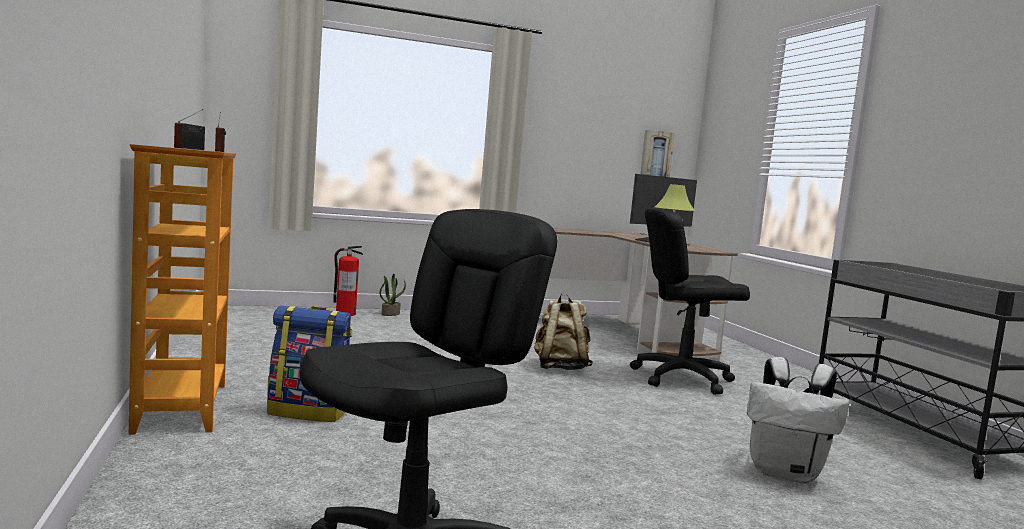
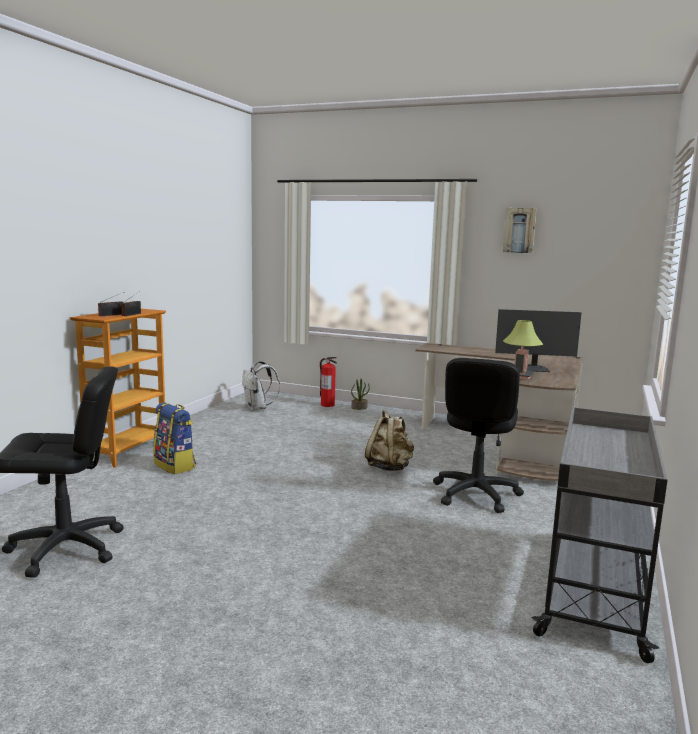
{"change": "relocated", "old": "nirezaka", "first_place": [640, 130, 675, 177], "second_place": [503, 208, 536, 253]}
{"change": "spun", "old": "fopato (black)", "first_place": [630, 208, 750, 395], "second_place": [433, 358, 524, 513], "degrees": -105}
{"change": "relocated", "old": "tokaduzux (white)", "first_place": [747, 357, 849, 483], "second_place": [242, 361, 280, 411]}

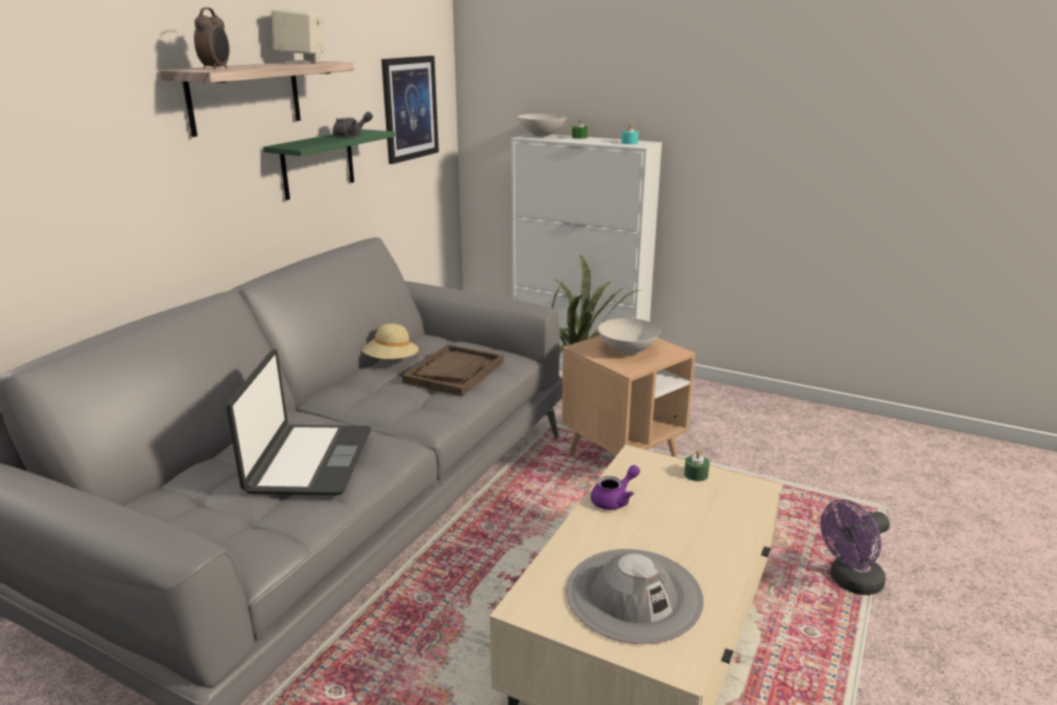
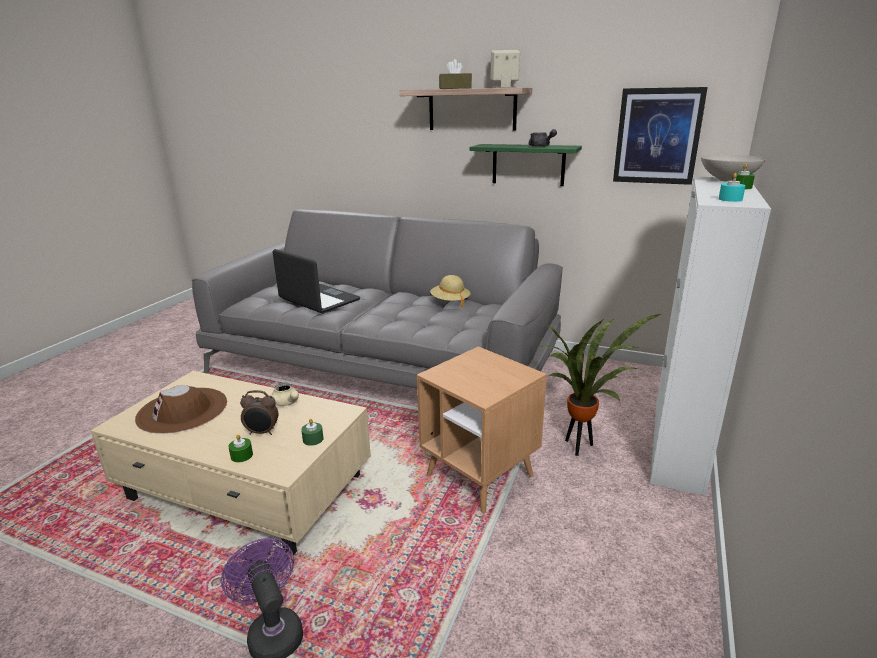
{"change": "relocated", "old": "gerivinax", "first_place": [194, 8, 229, 70], "second_place": [240, 390, 278, 435]}
{"change": "missing", "old": "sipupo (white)", "first_place": [598, 318, 660, 355]}
{"change": "missing", "old": "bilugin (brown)", "first_place": [402, 344, 504, 396]}
{"change": "spun", "old": "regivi", "first_place": [226, 349, 371, 495], "second_place": [273, 249, 360, 313], "degrees": -135}
{"change": "colour", "old": "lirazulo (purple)", "new": "lirazulo (beige)", "first_place": [591, 465, 640, 510], "second_place": [267, 383, 299, 406]}
{"change": "colour", "old": "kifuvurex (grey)", "new": "kifuvurex (brown)", "first_place": [566, 549, 704, 644], "second_place": [135, 385, 227, 434]}
{"change": "appeared", "new": "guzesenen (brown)", "second_place": [439, 59, 472, 89]}
{"change": "appeared", "new": "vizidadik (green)", "second_place": [228, 434, 253, 462]}

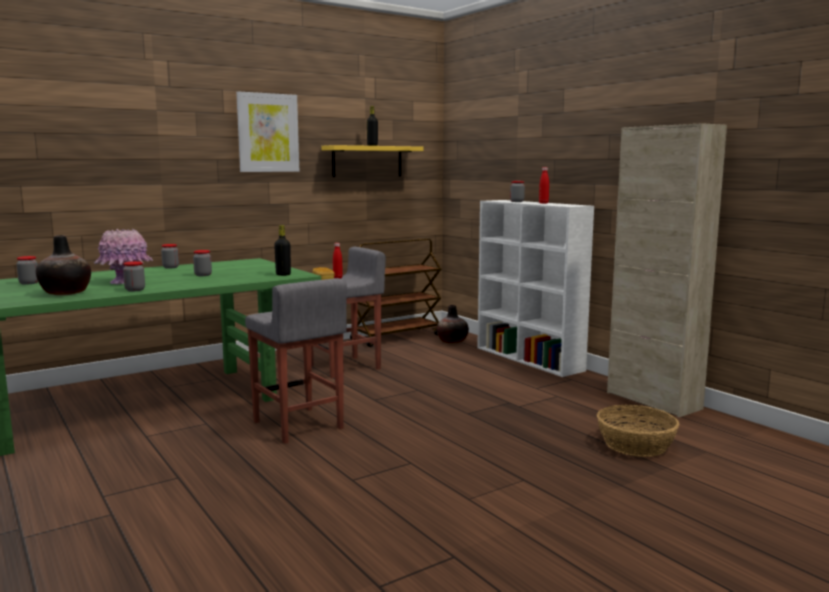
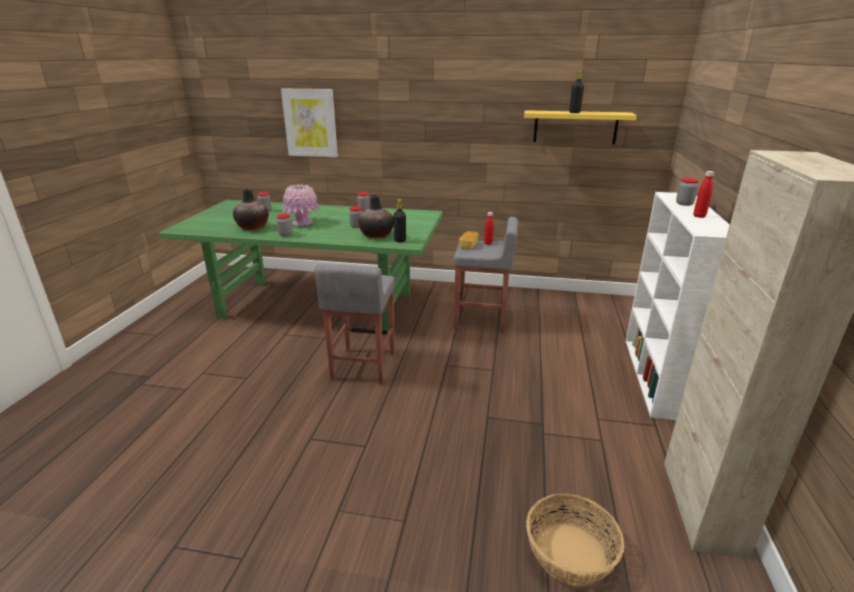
{"change": "relocated", "old": "nirezaka", "first_place": [236, 91, 299, 172], "second_place": [281, 89, 338, 157]}
{"change": "missing", "old": "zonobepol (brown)", "first_place": [350, 238, 441, 347]}
{"change": "relocated", "old": "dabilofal", "first_place": [437, 305, 469, 343], "second_place": [358, 195, 394, 239]}

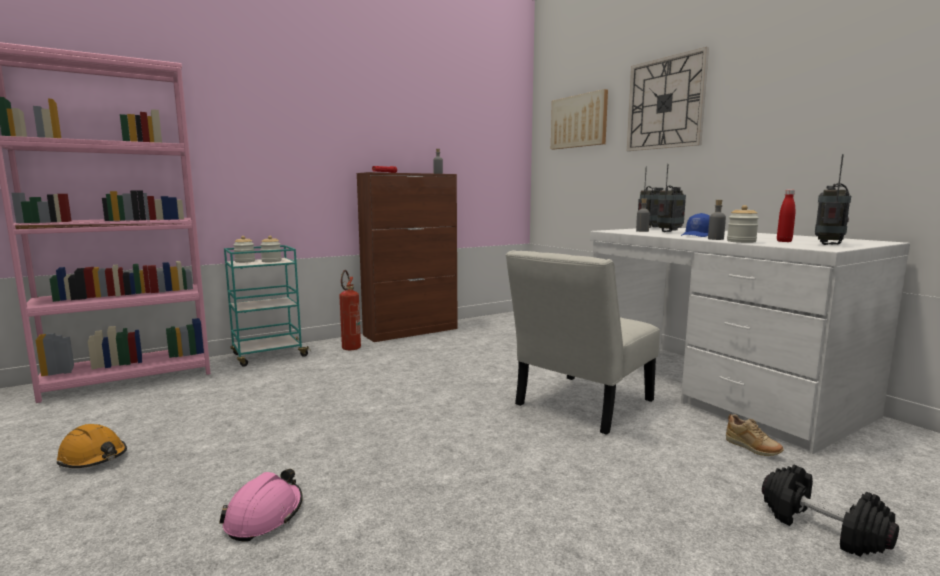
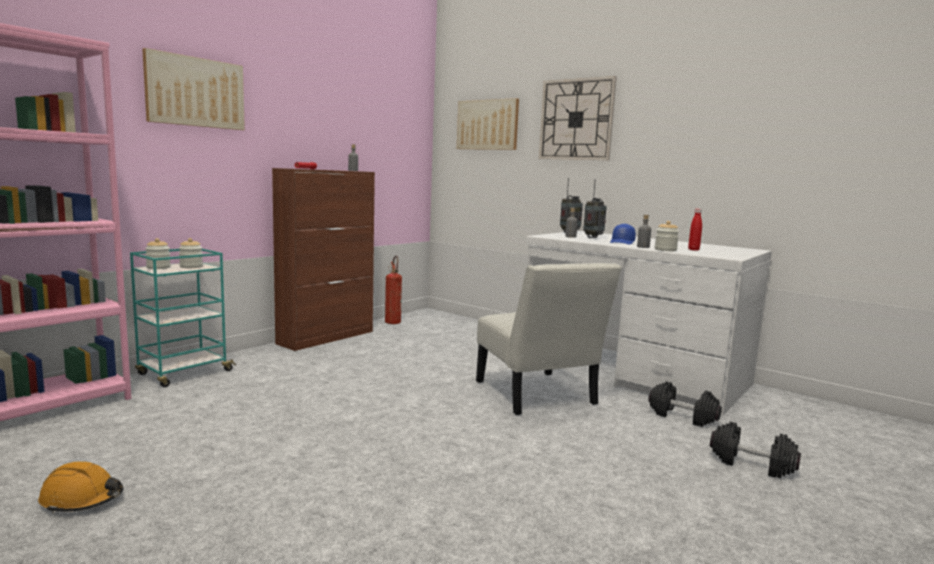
{"change": "missing", "old": "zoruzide", "first_place": [815, 154, 851, 245]}
{"change": "spun", "old": "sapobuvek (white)", "first_place": [506, 250, 660, 435], "second_place": [476, 263, 622, 415], "degrees": -45}
{"change": "relocated", "old": "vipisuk", "first_place": [339, 270, 361, 350], "second_place": [385, 256, 402, 324]}
{"change": "exchanged", "old": "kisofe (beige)", "new": "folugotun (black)", "first_place": [726, 414, 784, 456], "second_place": [649, 381, 722, 427]}
{"change": "missing", "old": "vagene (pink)", "first_place": [219, 469, 303, 542]}
{"change": "appeared", "new": "nirezaka", "second_place": [142, 48, 245, 130]}

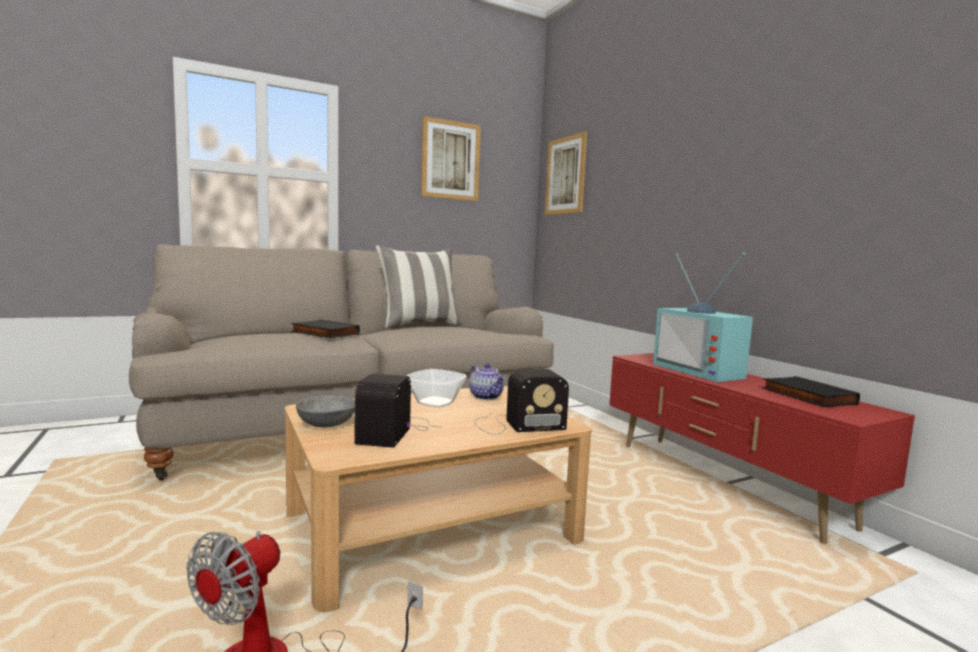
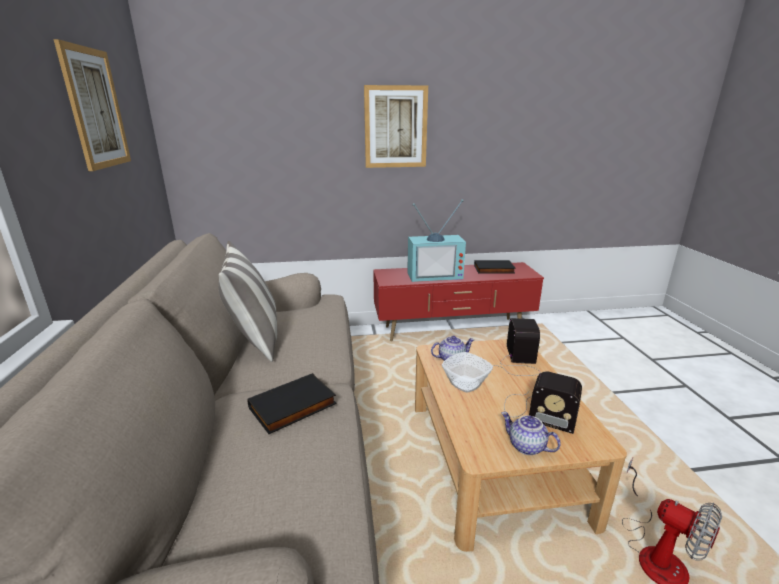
{"change": "relocated", "old": "nirezaka", "first_place": [545, 131, 587, 215], "second_place": [364, 85, 428, 168]}
{"change": "exchanged", "old": "sipupo (grey)", "new": "lirazulo", "first_place": [296, 395, 355, 427], "second_place": [501, 412, 561, 455]}

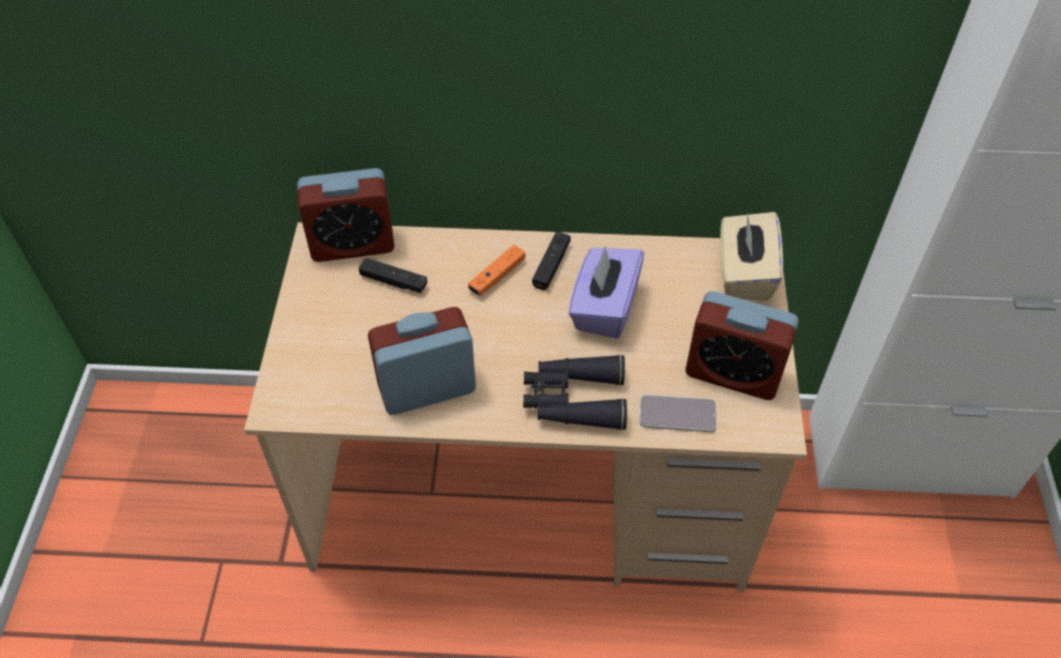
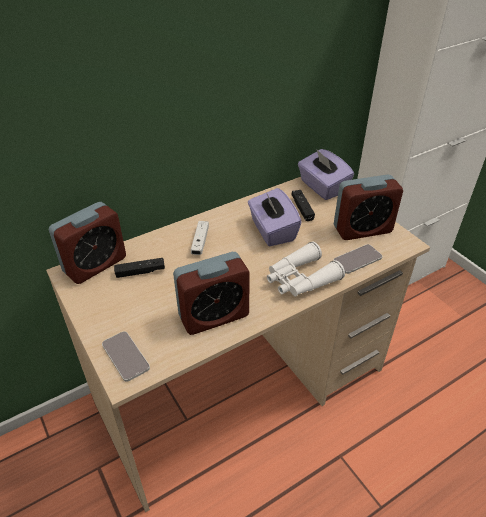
{"change": "colour", "old": "guzesenen (beige)", "new": "guzesenen (purple)", "first_place": [720, 212, 783, 301], "second_place": [298, 149, 354, 200]}
{"change": "relocated", "old": "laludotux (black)", "first_place": [532, 232, 571, 290], "second_place": [292, 190, 315, 221]}
{"change": "colour", "old": "laludotux (orange)", "new": "laludotux (white)", "first_place": [468, 245, 525, 296], "second_place": [191, 221, 209, 255]}
{"change": "spun", "old": "gerivinax", "first_place": [368, 307, 476, 415], "second_place": [173, 252, 250, 335], "degrees": -150}
{"change": "colour", "old": "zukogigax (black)", "new": "zukogigax (white)", "first_place": [523, 354, 627, 430], "second_place": [267, 242, 345, 297]}
{"change": "appeared", "new": "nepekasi", "second_place": [102, 331, 150, 382]}

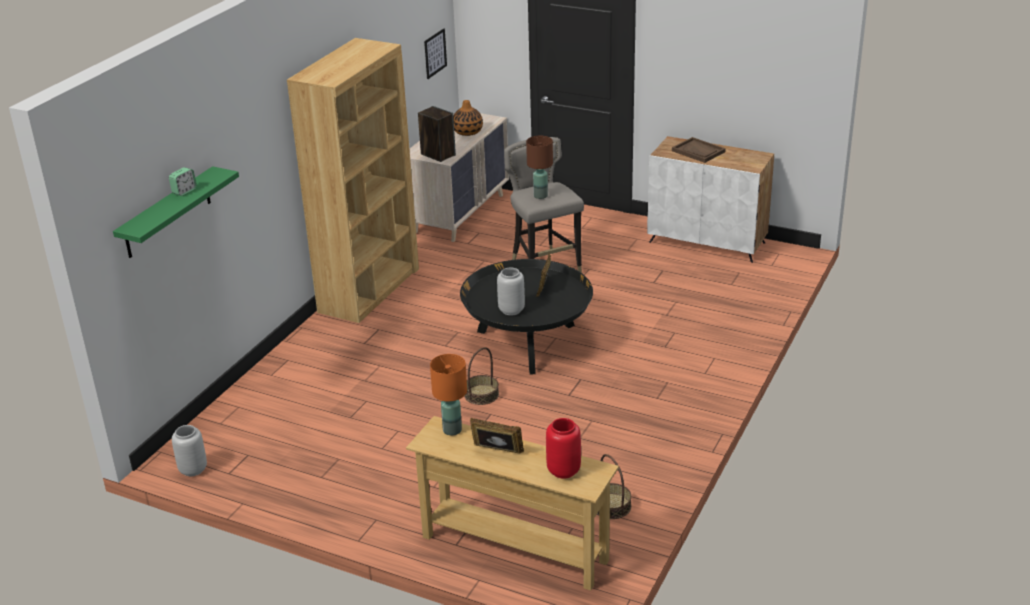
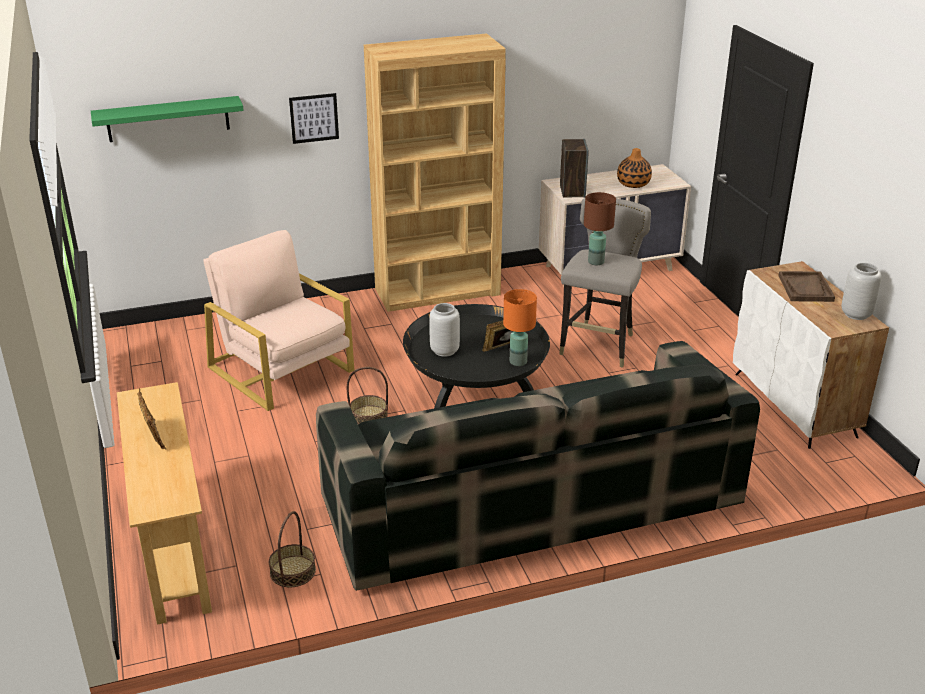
{"change": "relocated", "old": "nirezaka", "first_place": [424, 28, 447, 79], "second_place": [289, 93, 339, 144]}
{"change": "missing", "old": "gerivinax", "first_place": [169, 167, 197, 196]}
{"change": "relocated", "old": "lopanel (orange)", "first_place": [430, 354, 467, 435], "second_place": [503, 289, 537, 366]}
{"change": "missing", "old": "dabilofal (red)", "first_place": [546, 418, 581, 479]}
{"change": "relocated", "old": "dabilofal (grey)", "first_place": [172, 425, 207, 476], "second_place": [841, 263, 882, 320]}
{"change": "appeared", "new": "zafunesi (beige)", "second_place": [203, 230, 354, 411]}
{"change": "appeared", "new": "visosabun", "second_place": [316, 341, 760, 591]}

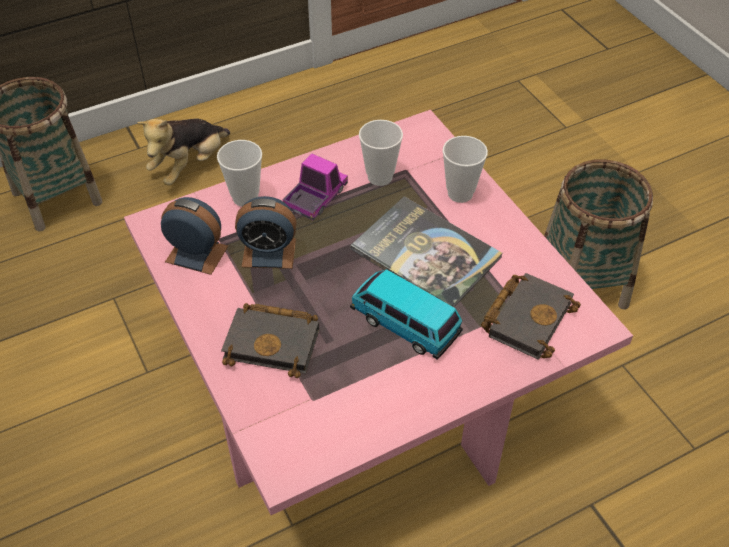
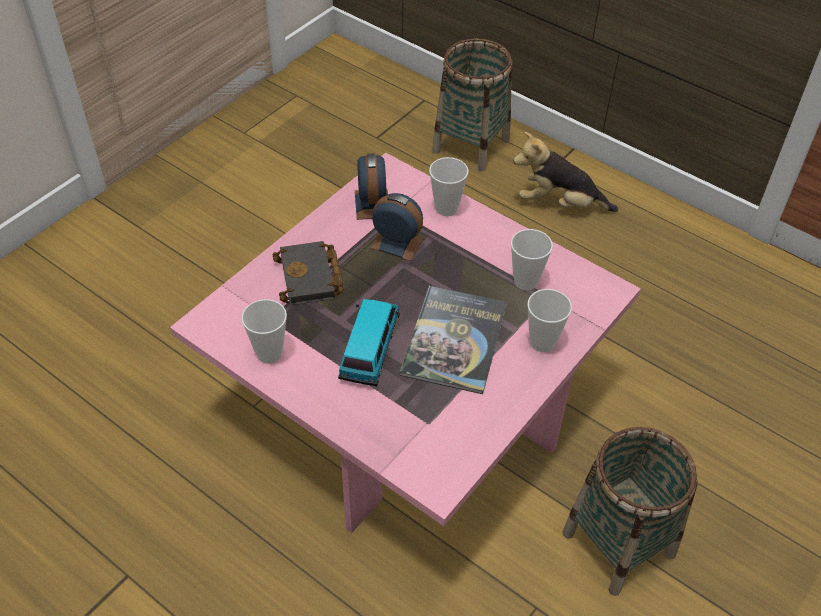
{"change": "missing", "old": "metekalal", "first_place": [283, 153, 348, 220]}
{"change": "spun", "old": "gerivinax", "first_place": [235, 196, 297, 269], "second_place": [371, 193, 424, 261], "degrees": 135}
{"change": "missing", "old": "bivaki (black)", "first_place": [481, 273, 581, 360]}
{"change": "appeared", "new": "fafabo", "second_place": [241, 299, 287, 363]}

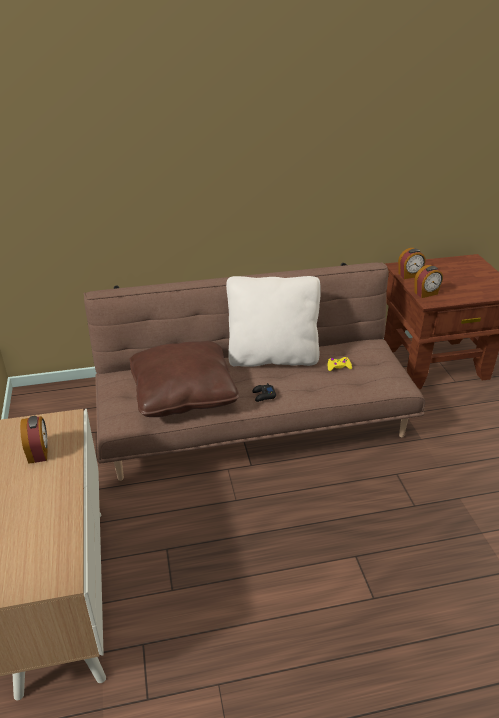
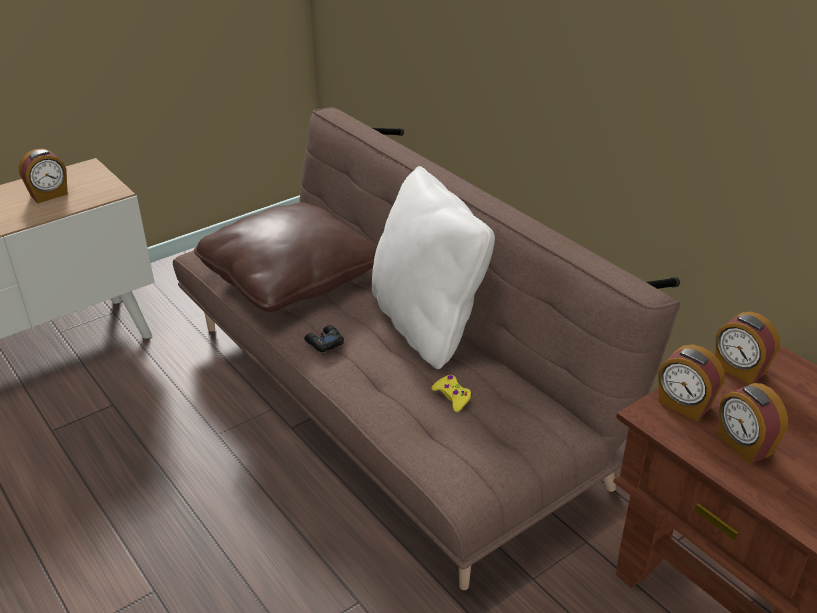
{"change": "appeared", "new": "gerivinax", "second_place": [718, 383, 788, 464]}

